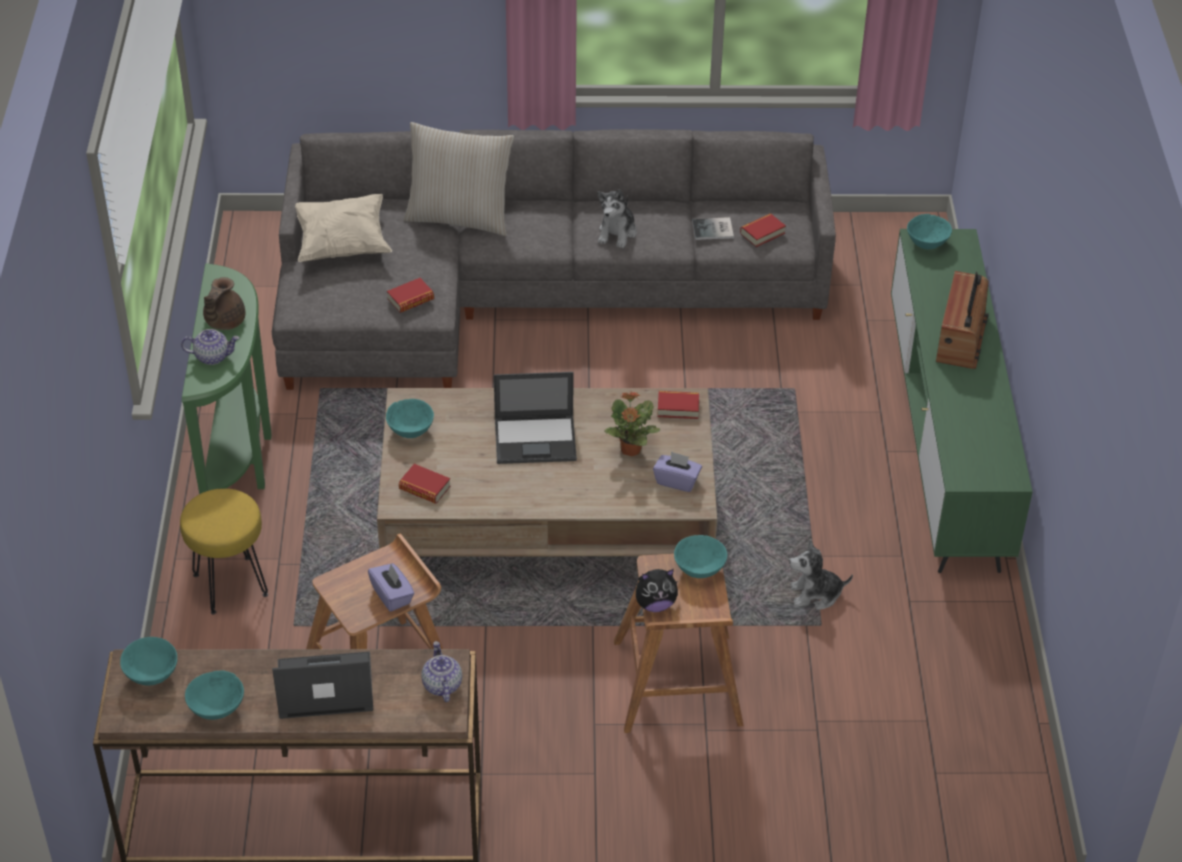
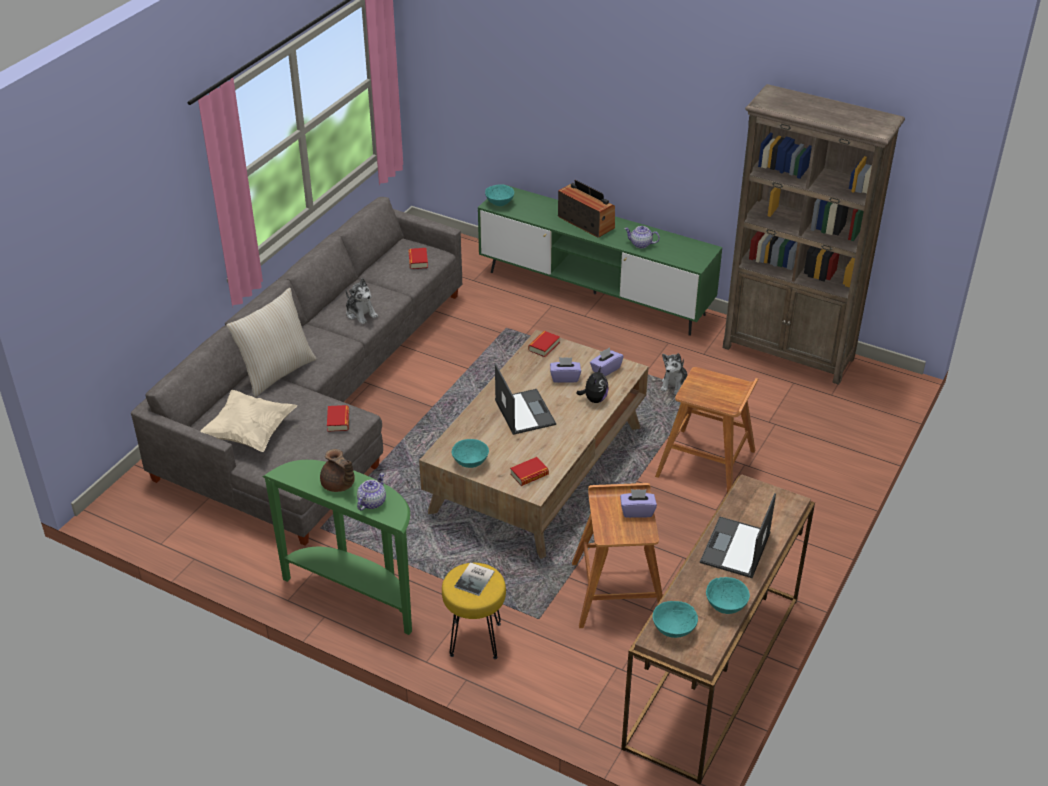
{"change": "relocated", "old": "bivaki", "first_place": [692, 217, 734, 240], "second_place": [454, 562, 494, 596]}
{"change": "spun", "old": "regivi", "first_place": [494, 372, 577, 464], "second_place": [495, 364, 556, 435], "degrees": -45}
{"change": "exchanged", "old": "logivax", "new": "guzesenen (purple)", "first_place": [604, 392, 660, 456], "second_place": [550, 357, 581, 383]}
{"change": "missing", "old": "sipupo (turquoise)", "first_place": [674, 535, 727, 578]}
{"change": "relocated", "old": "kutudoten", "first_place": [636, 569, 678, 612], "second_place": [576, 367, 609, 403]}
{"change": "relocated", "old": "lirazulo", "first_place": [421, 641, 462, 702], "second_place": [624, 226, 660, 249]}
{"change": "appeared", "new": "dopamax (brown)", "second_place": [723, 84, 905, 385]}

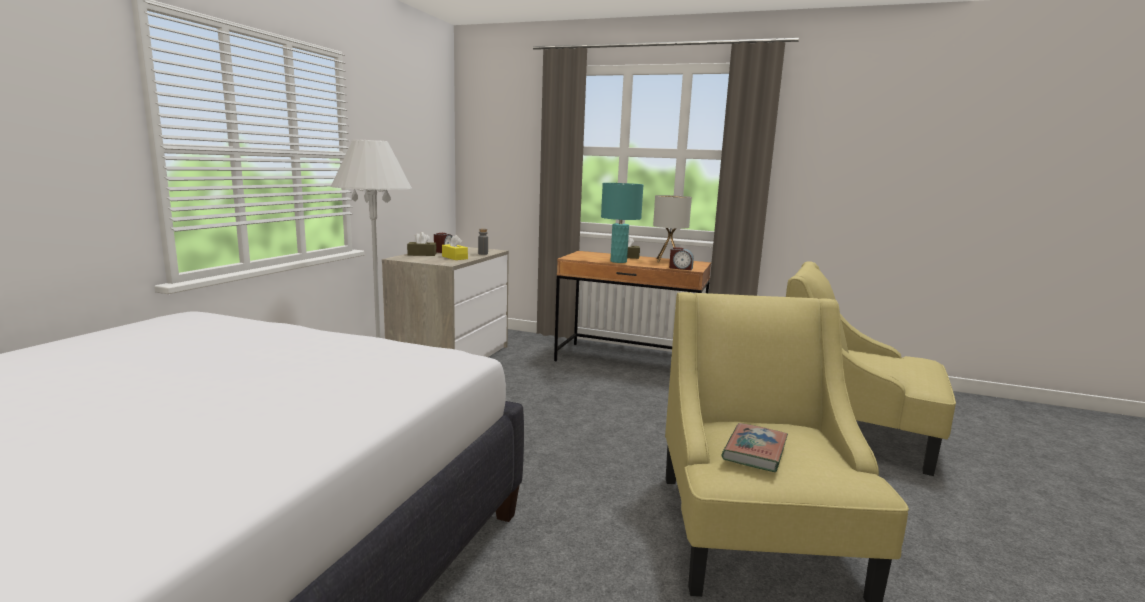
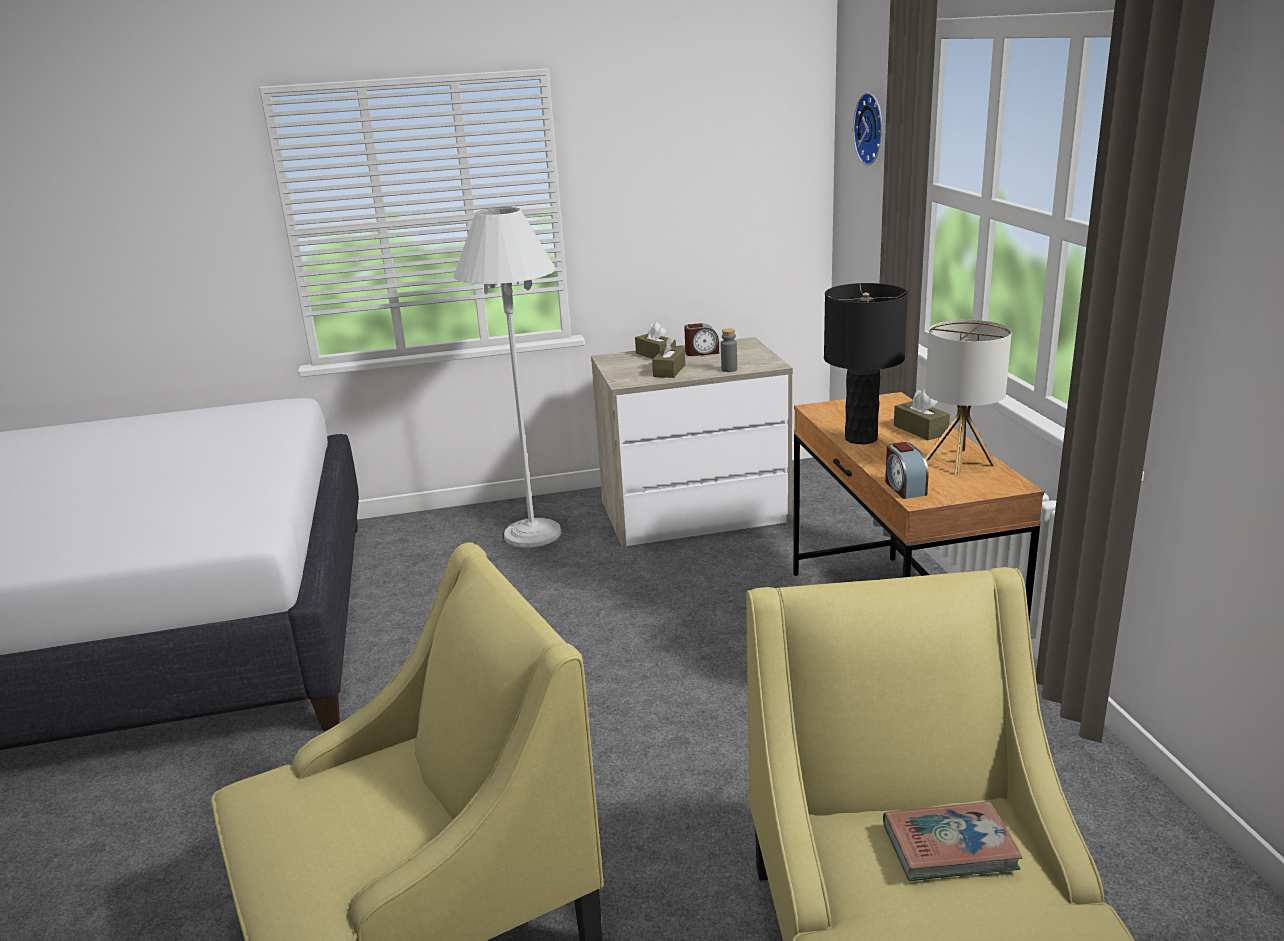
{"change": "colour", "old": "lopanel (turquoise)", "new": "lopanel (black)", "first_place": [601, 183, 643, 263], "second_place": [824, 283, 908, 444]}
{"change": "colour", "old": "guzesenen (yellow)", "new": "guzesenen (brown)", "first_place": [442, 235, 468, 260], "second_place": [652, 337, 685, 378]}
{"change": "relocated", "old": "bivaki", "first_place": [722, 423, 788, 472], "second_place": [883, 802, 1023, 881]}
{"change": "appeared", "new": "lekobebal", "second_place": [853, 92, 883, 166]}

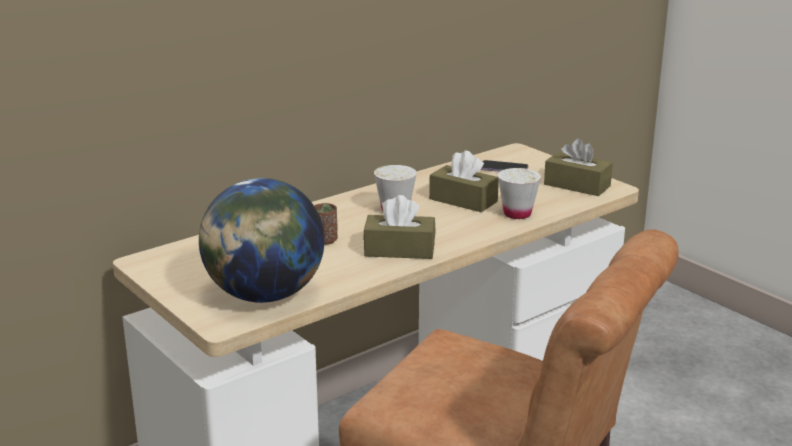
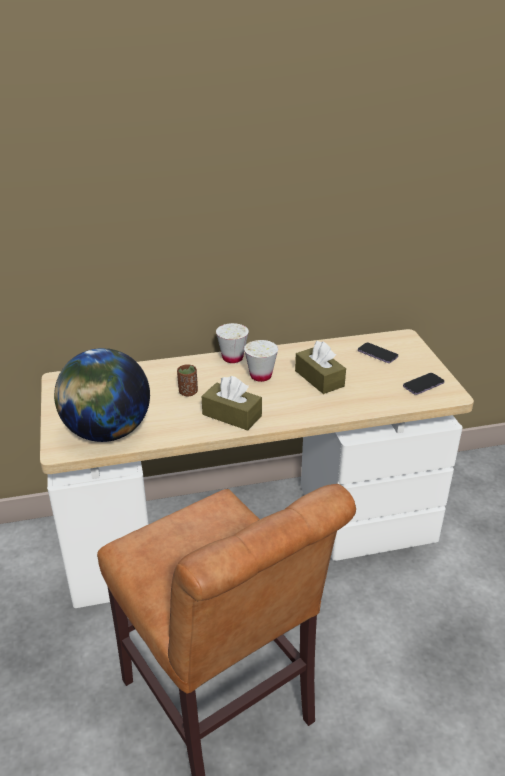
{"change": "exchanged", "old": "guzesenen (brown)", "new": "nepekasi", "first_place": [544, 138, 613, 196], "second_place": [403, 373, 444, 395]}
{"change": "relocated", "old": "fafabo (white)", "first_place": [498, 168, 541, 219], "second_place": [216, 323, 249, 363]}

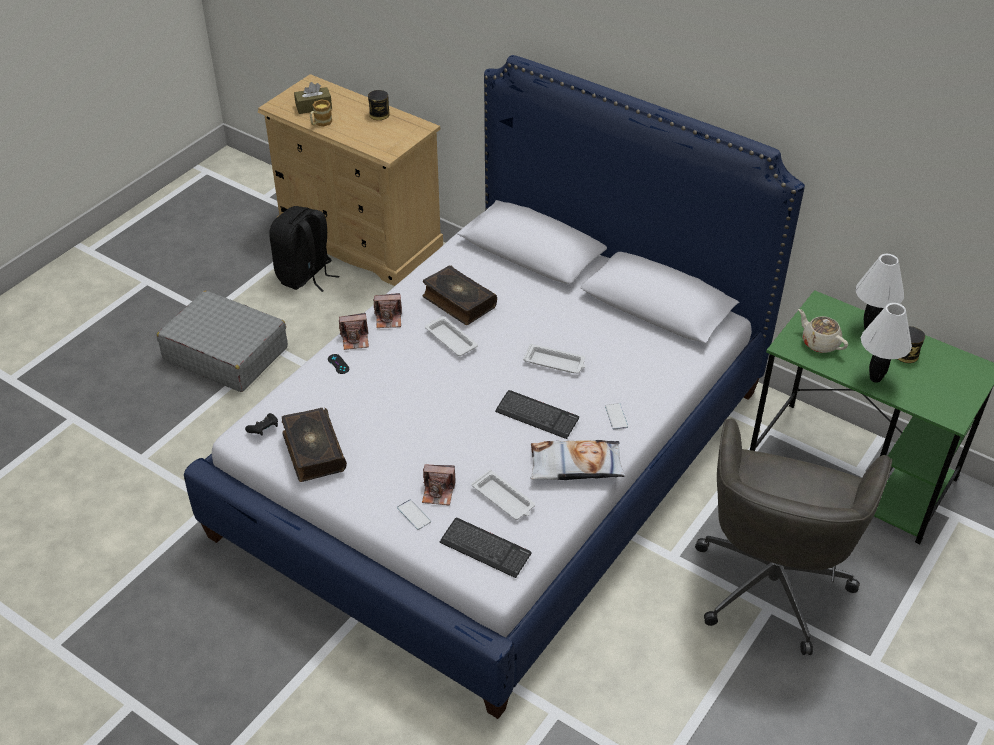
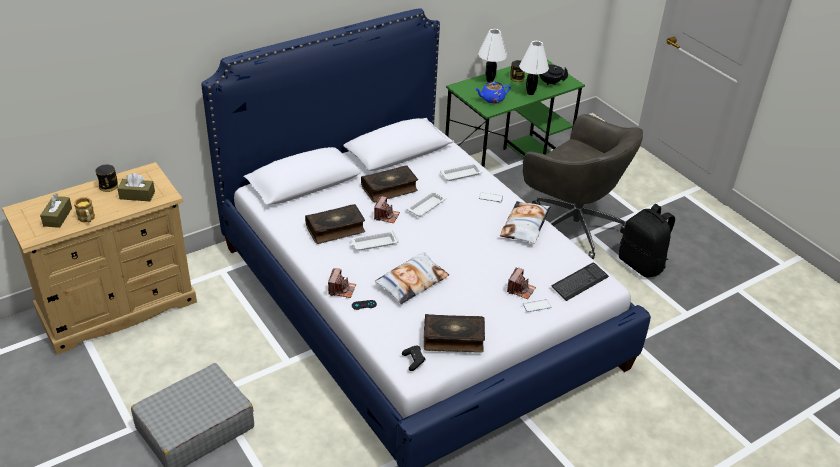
{"change": "relocated", "old": "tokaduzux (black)", "first_place": [269, 206, 339, 292], "second_place": [619, 204, 675, 278]}
{"change": "relocated", "old": "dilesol", "first_place": [373, 293, 402, 328], "second_place": [374, 196, 400, 223]}
{"change": "colour", "old": "lirazulo (beige)", "new": "lirazulo (blue)", "first_place": [798, 309, 848, 353], "second_place": [475, 82, 511, 103]}
{"change": "missing", "old": "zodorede", "first_place": [495, 390, 579, 439]}
{"change": "relocated", "old": "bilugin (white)", "first_place": [472, 470, 535, 520], "second_place": [440, 163, 483, 181]}
{"change": "appeared", "new": "lirazulo (black)", "second_place": [539, 65, 568, 85]}
{"change": "appeared", "new": "bivaki", "second_place": [361, 166, 418, 202]}
{"change": "appeared", "new": "guzesenen (brown)", "second_place": [117, 173, 155, 201]}
{"change": "appeared", "new": "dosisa", "second_place": [375, 252, 449, 304]}

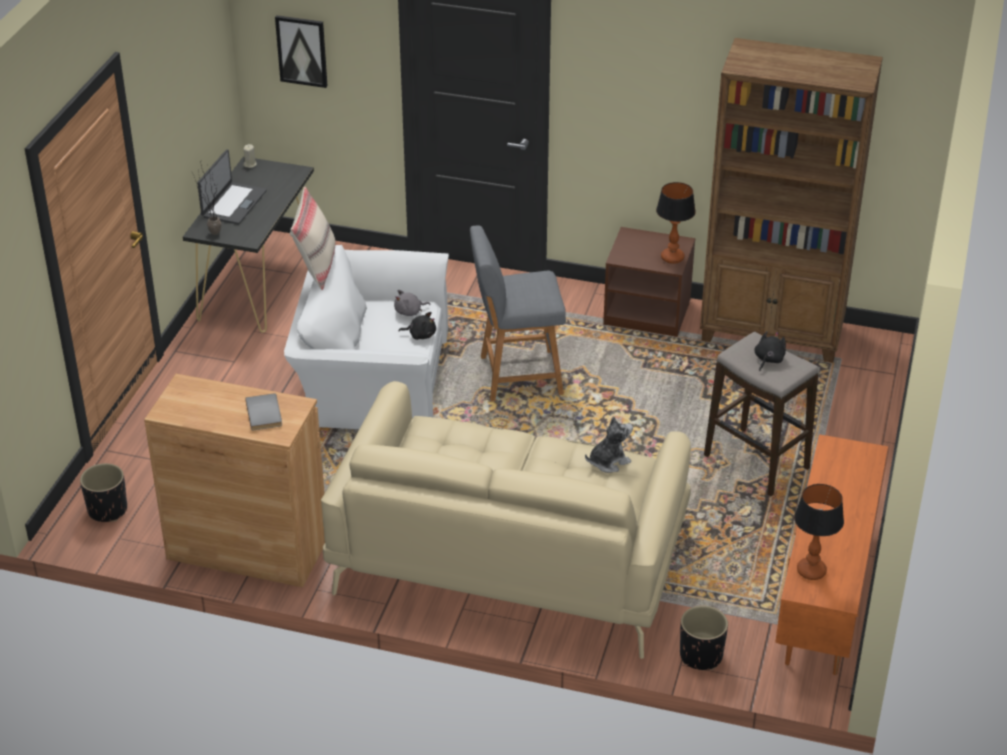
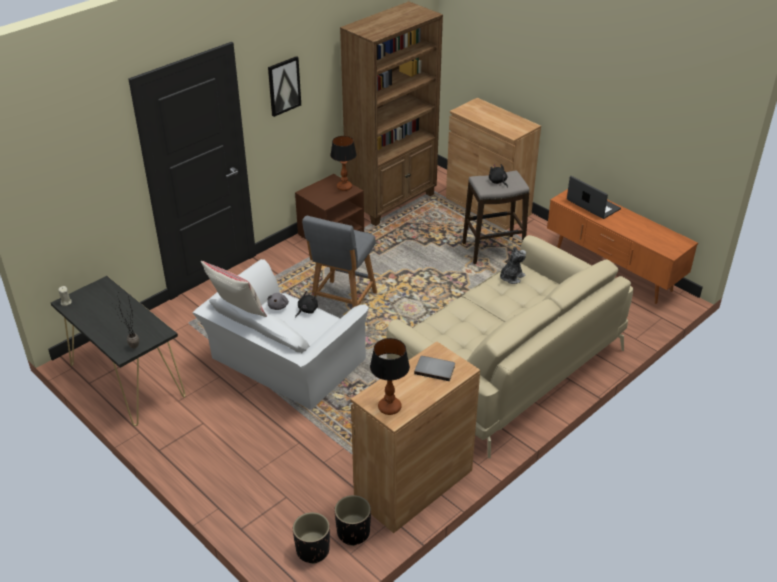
{"change": "relocated", "old": "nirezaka", "first_place": [275, 15, 328, 88], "second_place": [268, 56, 301, 117]}
{"change": "relocated", "old": "regivi", "first_place": [197, 149, 267, 224], "second_place": [567, 176, 621, 219]}
{"change": "spun", "old": "kutudoten", "first_place": [585, 416, 633, 473], "second_place": [500, 246, 526, 284], "degrees": 45}
{"change": "relocated", "old": "lopanel", "first_place": [794, 484, 844, 580], "second_place": [370, 338, 410, 415]}
{"change": "relocated", "old": "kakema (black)", "first_place": [680, 605, 728, 670], "second_place": [335, 495, 371, 546]}
{"change": "appeared", "new": "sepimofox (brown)", "second_place": [446, 98, 541, 230]}

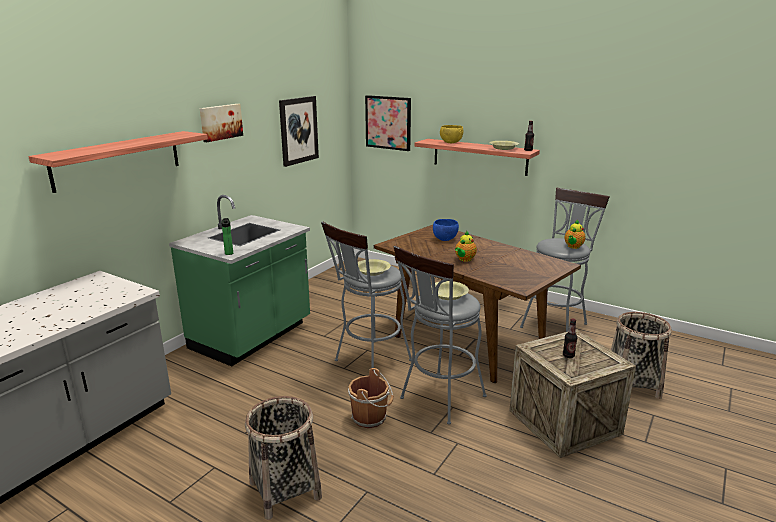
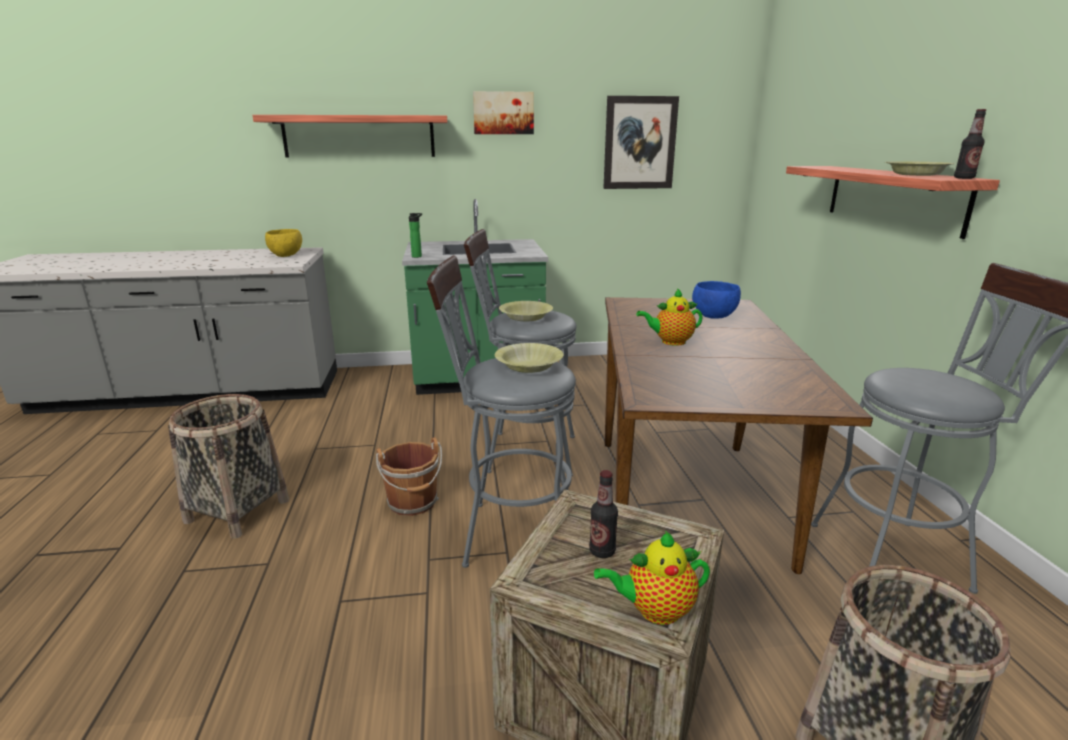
{"change": "missing", "old": "nirezaka", "first_place": [365, 95, 411, 151]}
{"change": "relocated", "old": "sipupo (yellow)", "first_place": [440, 125, 463, 143], "second_place": [265, 229, 302, 257]}
{"change": "relocated", "old": "lirazulo", "first_place": [565, 220, 586, 249], "second_place": [594, 531, 710, 625]}

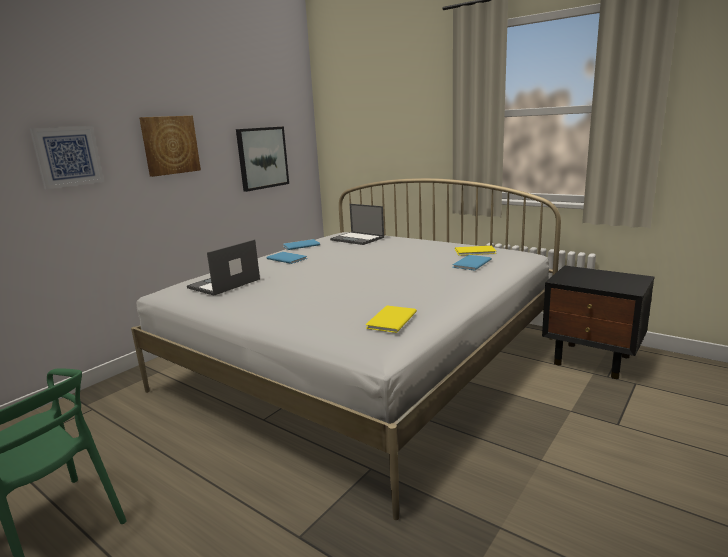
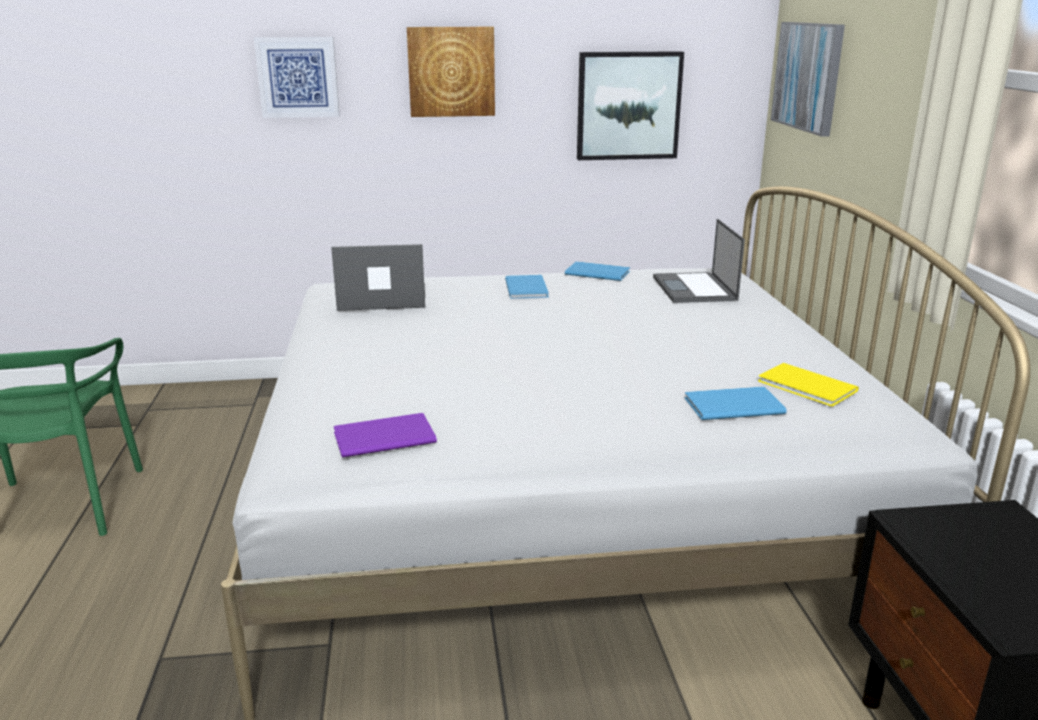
{"change": "colour", "old": "bivaki (yellow)", "new": "bivaki (purple)", "first_place": [366, 306, 417, 333], "second_place": [334, 413, 437, 458]}
{"change": "appeared", "new": "nirezaka", "second_place": [771, 22, 845, 137]}

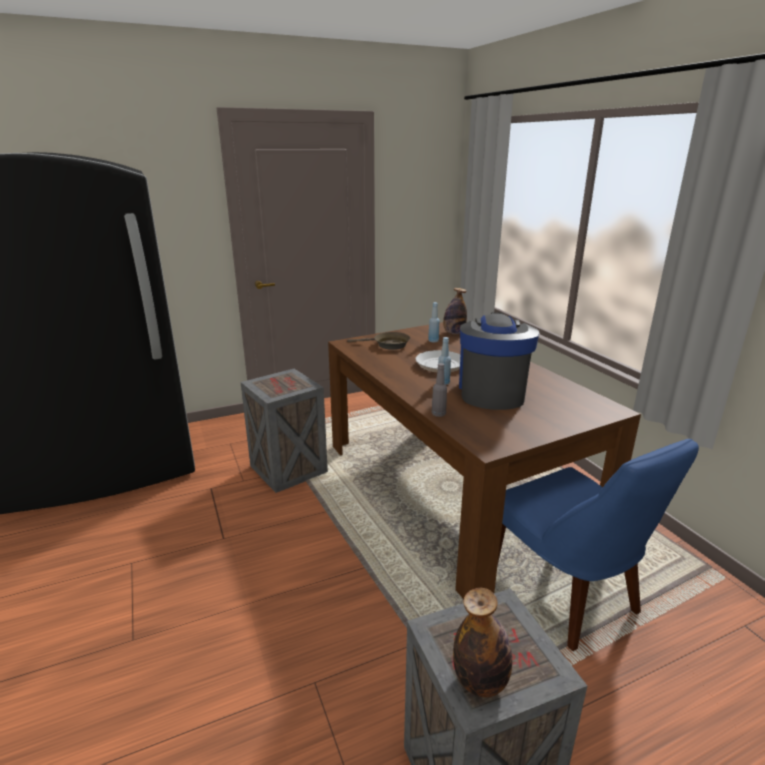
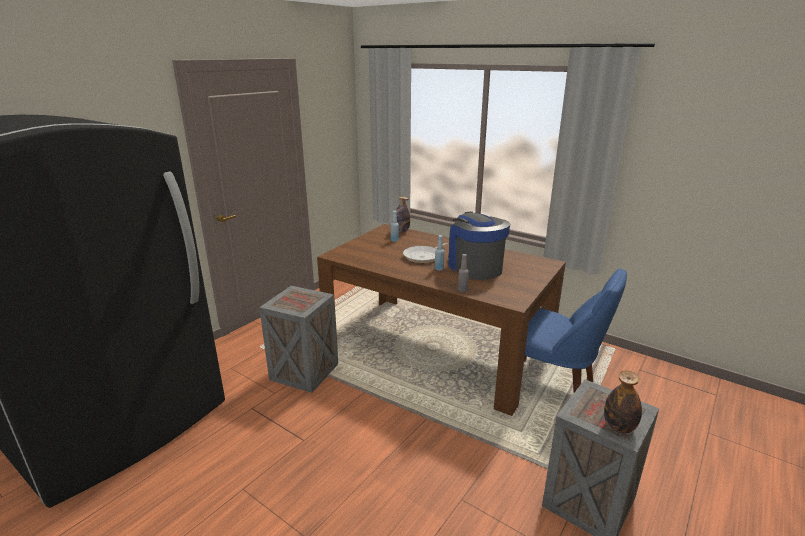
{"change": "missing", "old": "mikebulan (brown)", "first_place": [347, 332, 410, 350]}

